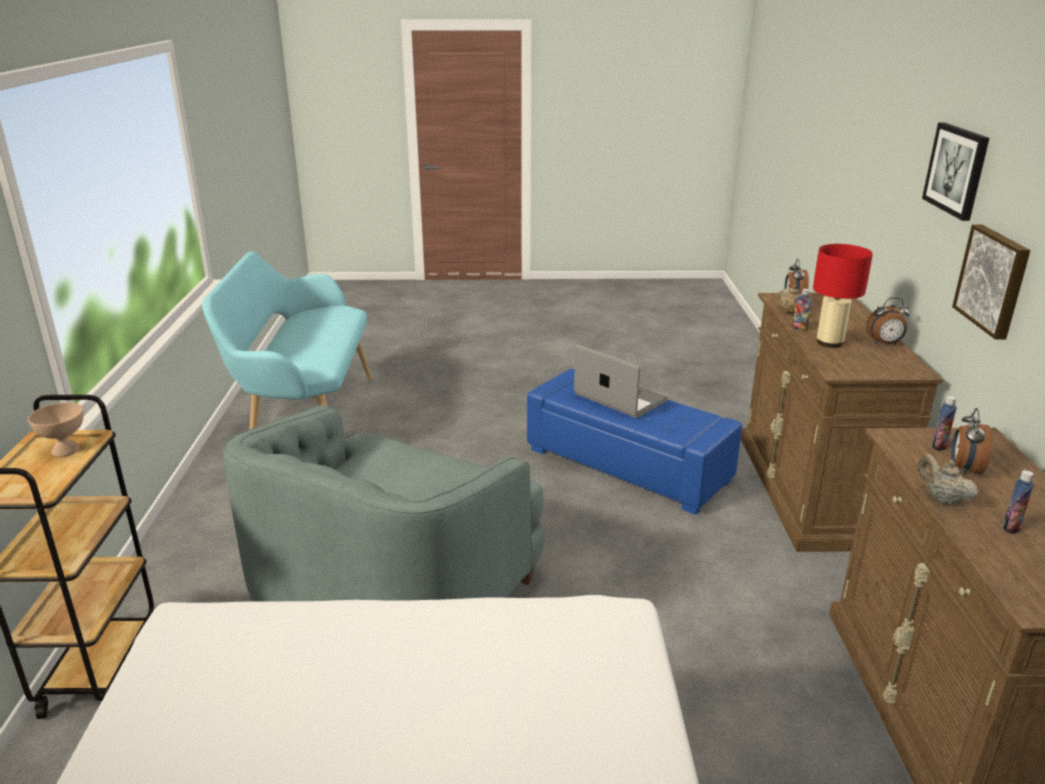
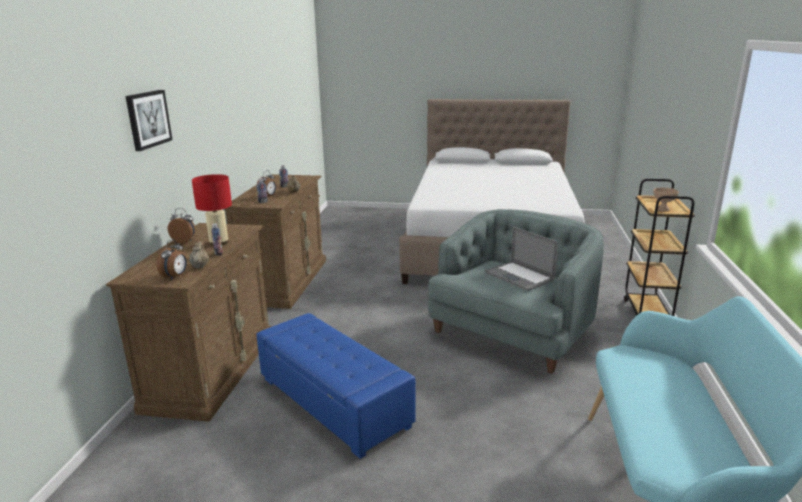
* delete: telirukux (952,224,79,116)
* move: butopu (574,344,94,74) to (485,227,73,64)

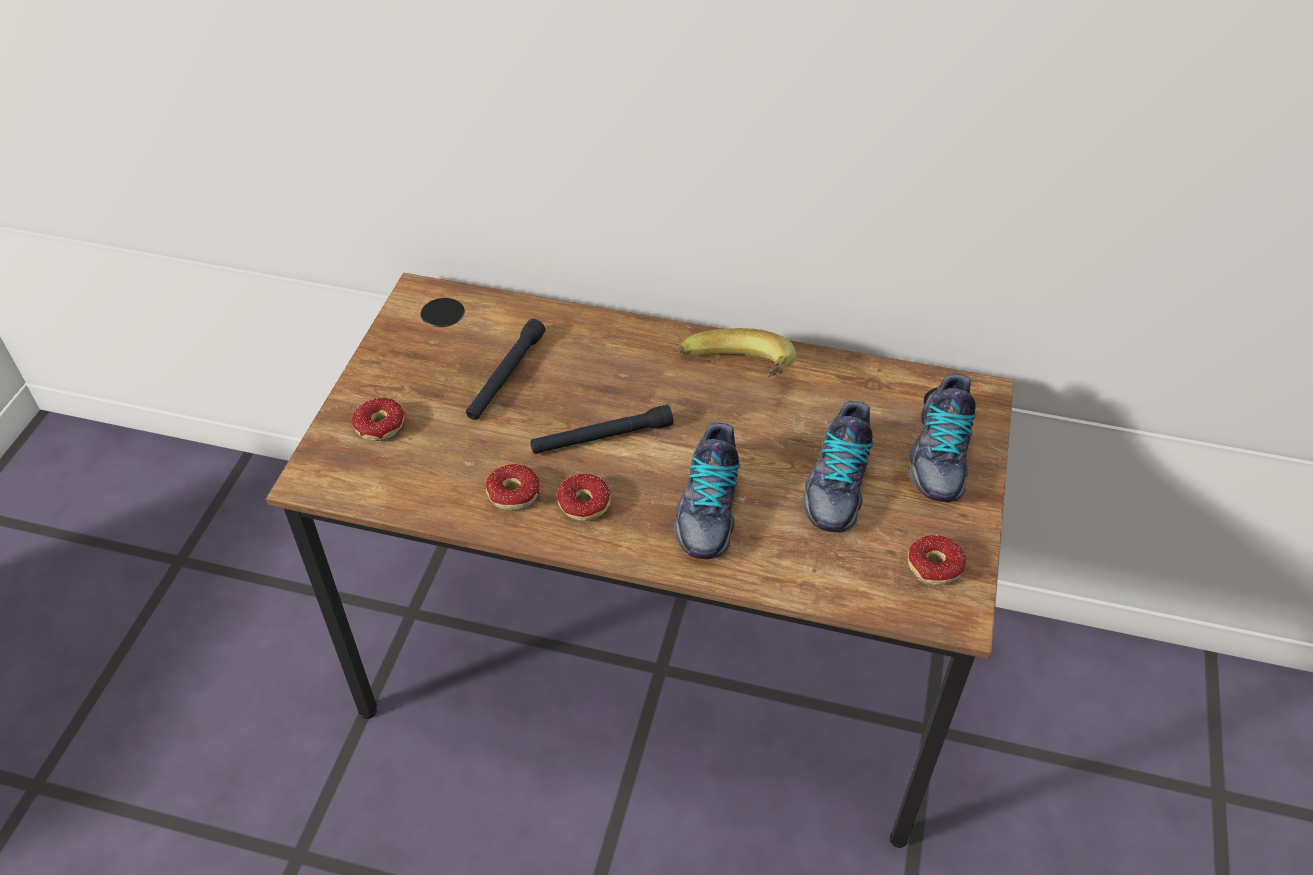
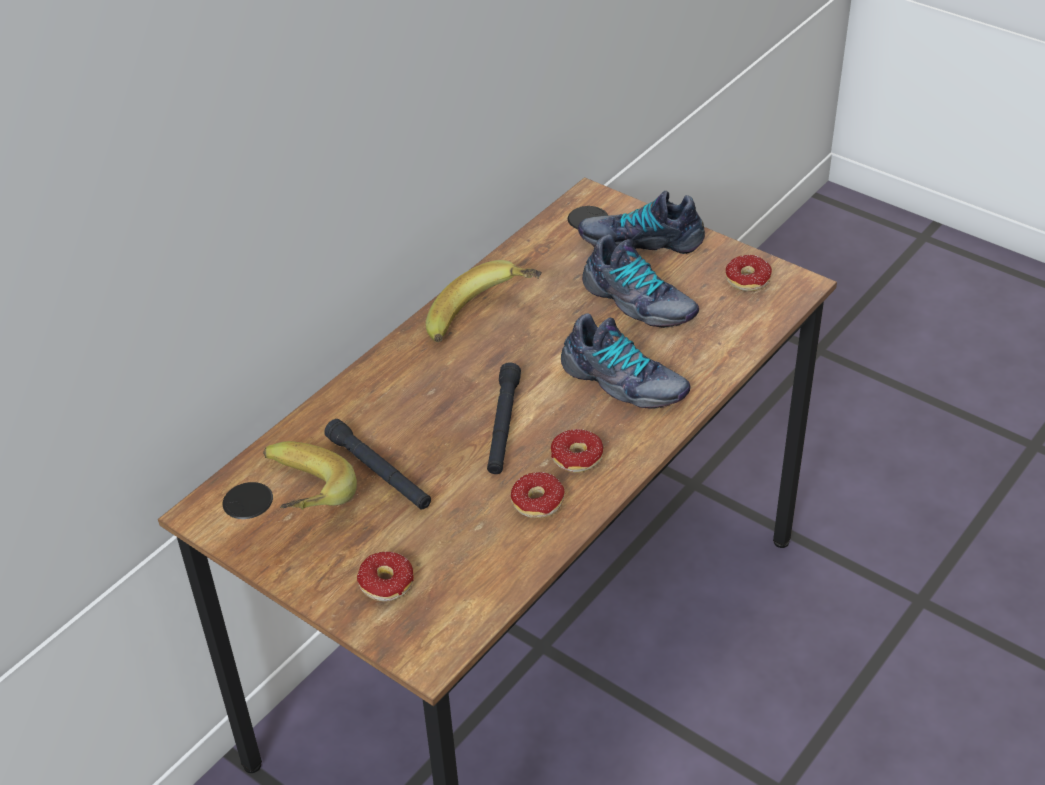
* insert: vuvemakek (263,441,94,69)
* rotate: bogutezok (909,374,67,128) = (578,191,127,63) 150 degrees clockwise

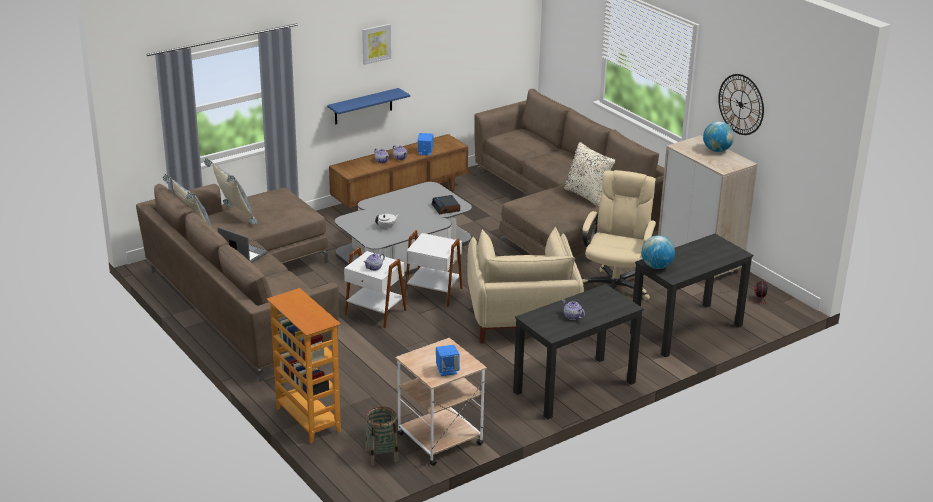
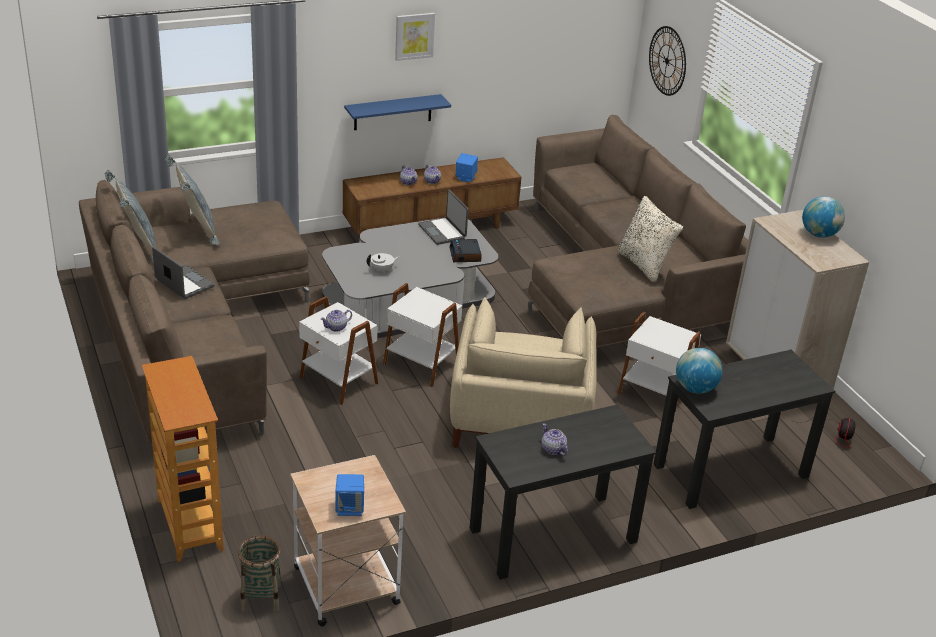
* insert: butopu (418,190,51,55)
* move: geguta (718,74,46,61) to (649,26,37,70)
* replace: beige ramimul (582,170,74,130) to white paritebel (617,312,84,98)

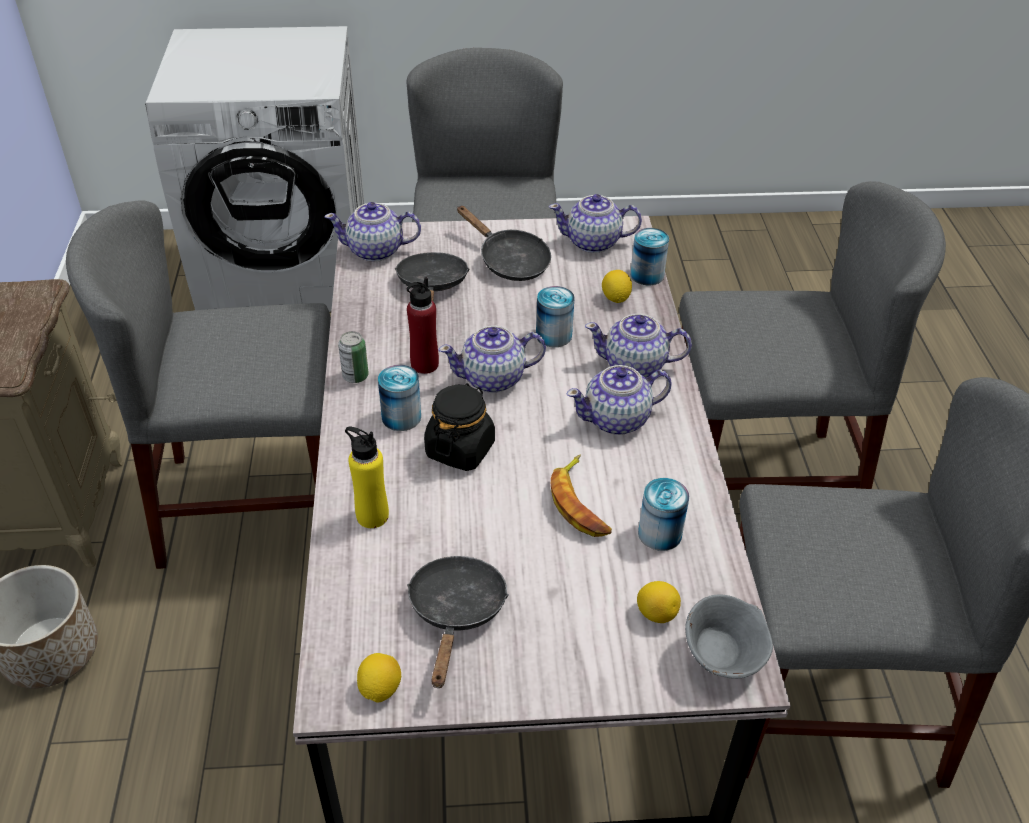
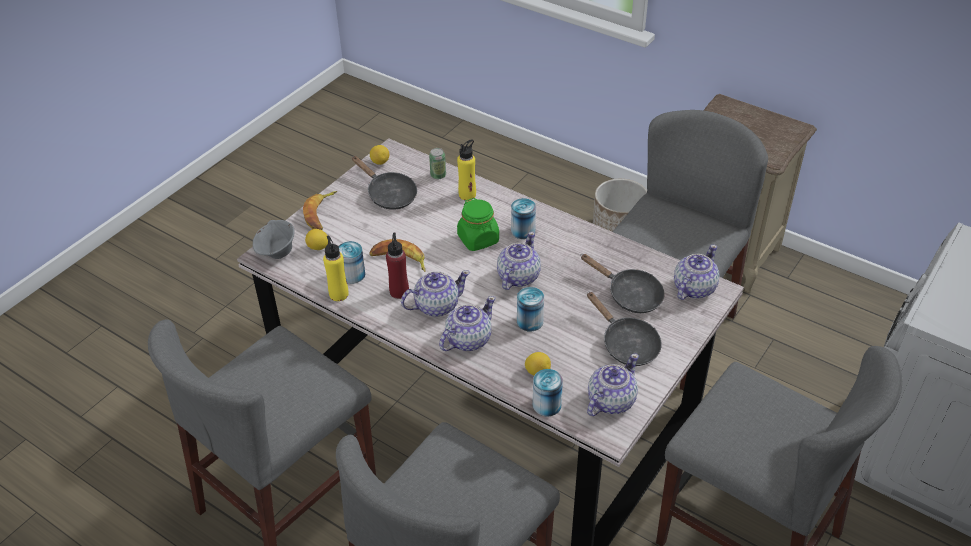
* insert: vuvemakek (303,191,34,39)
* insert: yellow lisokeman (323,236,26,65)
* move: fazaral (338,331,31,52) to (429,148,17,31)
* move: red lisokeman (407,277,32,97) to (386,233,23,66)
* recolor: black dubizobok (424,383,71,88) to green dubizobok (457,198,42,53)
* rotate: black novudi (457,206,94,75) = (587,292,75,74) 120 degrees counterclockwise
* rotate: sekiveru (567,365,105,70) = (401,270,69,47) 45 degrees clockwise

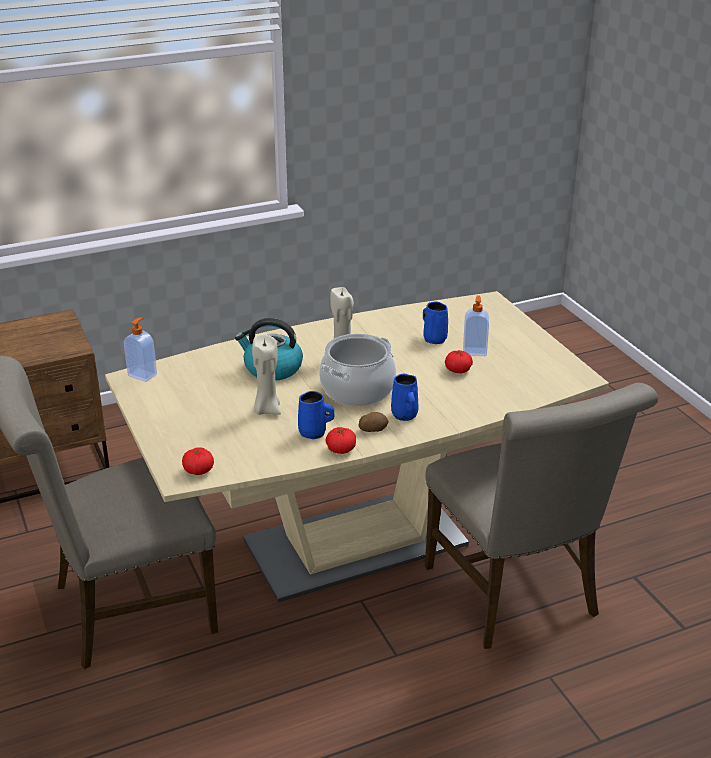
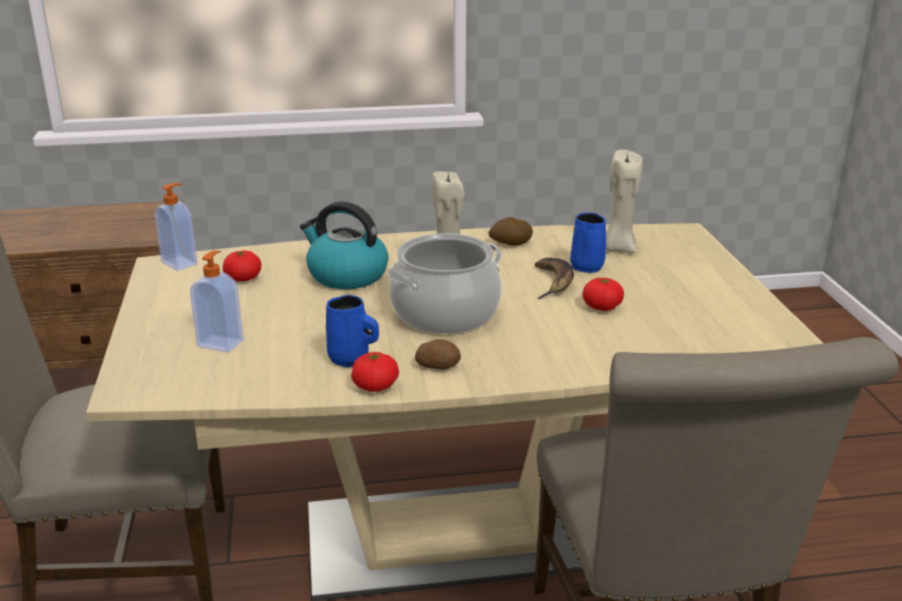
* delete: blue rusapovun (391,374,27,47)
* insert: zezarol (489,217,44,28)
* insert: vuvemakek (535,258,39,41)
* move: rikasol (182,447,32,28) to (223,250,38,32)
* move: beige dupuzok (252,334,29,81) to (606,150,37,103)
* move: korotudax (463,295,26,61) to (190,250,54,102)

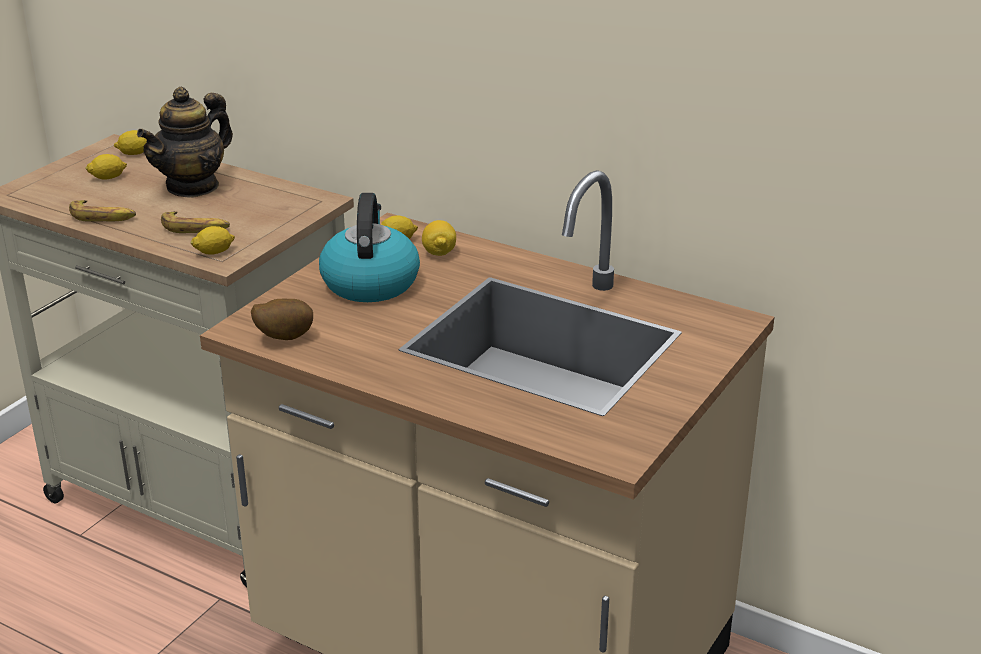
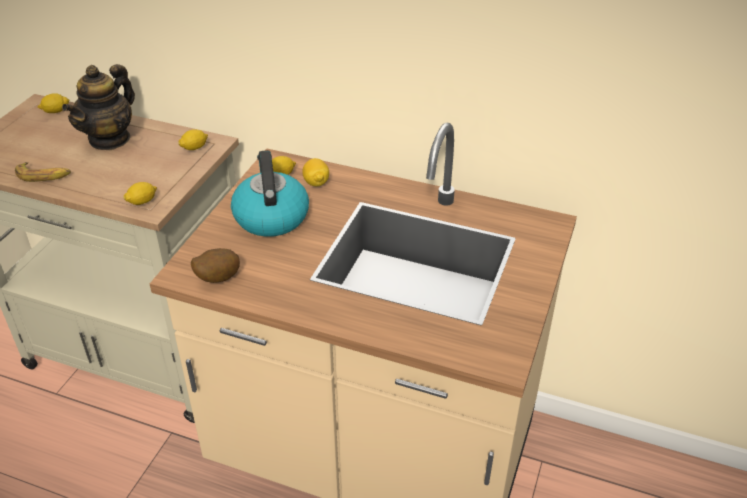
* delete: vuvemakek (161,211,69,22)
* move: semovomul (86,154,41,25) to (178,129,30,21)

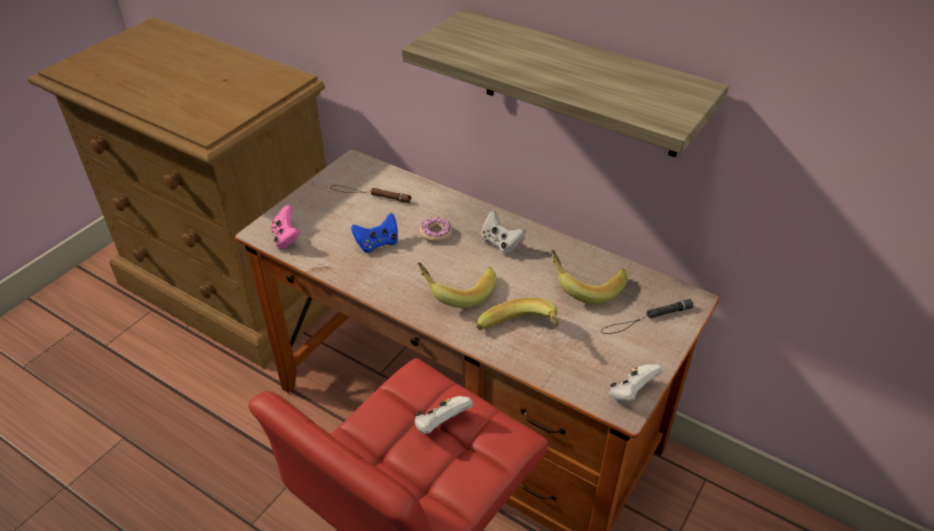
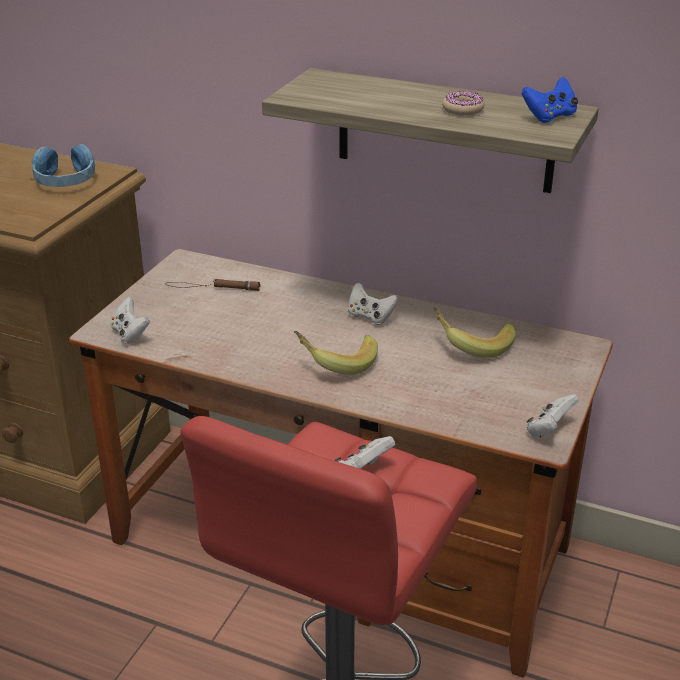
* delete: vuvemakek (477,298,82,32)
* delete: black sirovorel (601,299,93,35)
* insert: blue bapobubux (32,144,63,43)
* move: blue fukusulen (351,213,47,40) to (522,77,56,46)
* move: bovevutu (420,217,32,26) to (442,91,42,25)
* recolor: pink fukusulen (271,205,29,44) to white fukusulen (110,297,40,47)

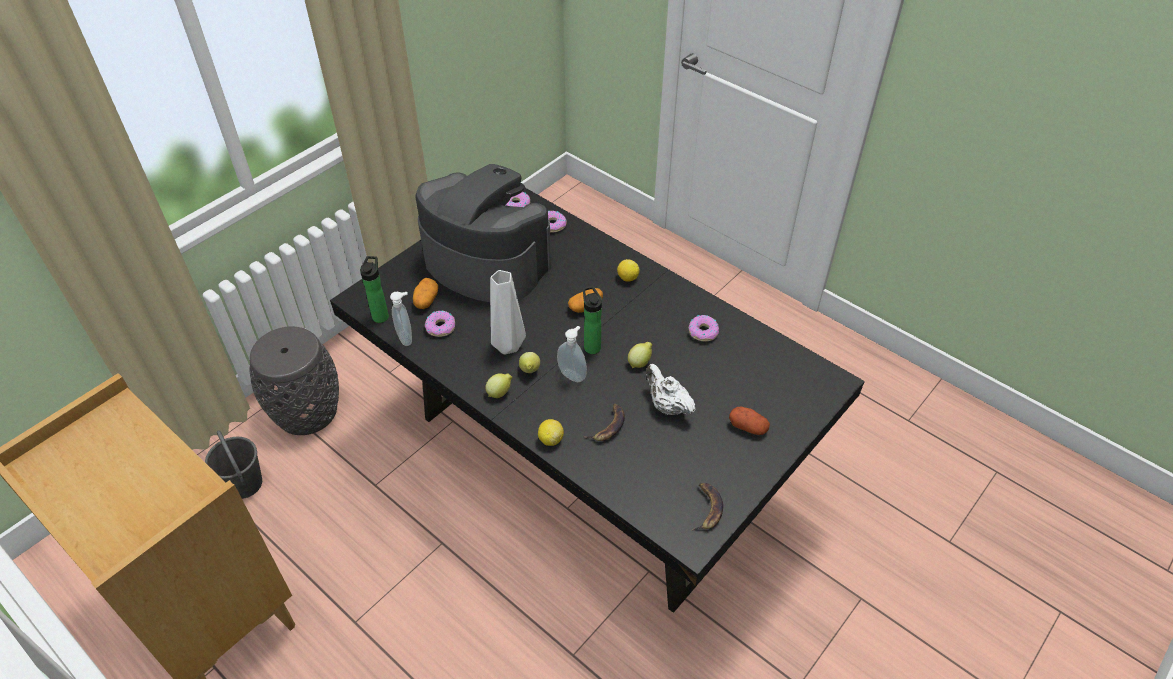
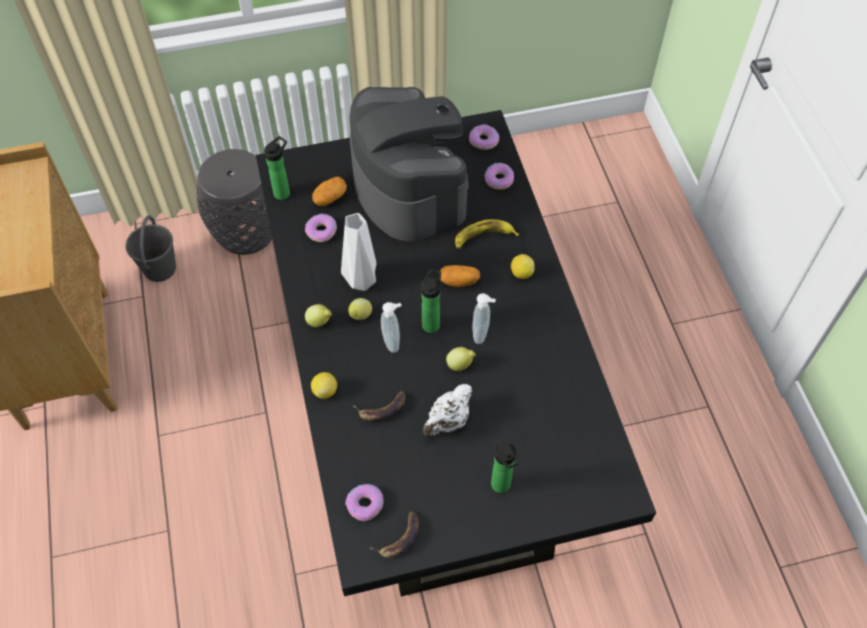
* insert: vuvemakek (455,219,64,30)
* move: korotudax (390,292,22,54) to (472,293,24,51)
* move: bovevutu (689,315,30,26) to (345,484,39,37)
* replace: zezarol (729,407,41,28) to lisokeman (491,439,29,54)
* rotate: white sekiveru (646,364,50,51) = (423,384,49,53) 135 degrees counterclockwise

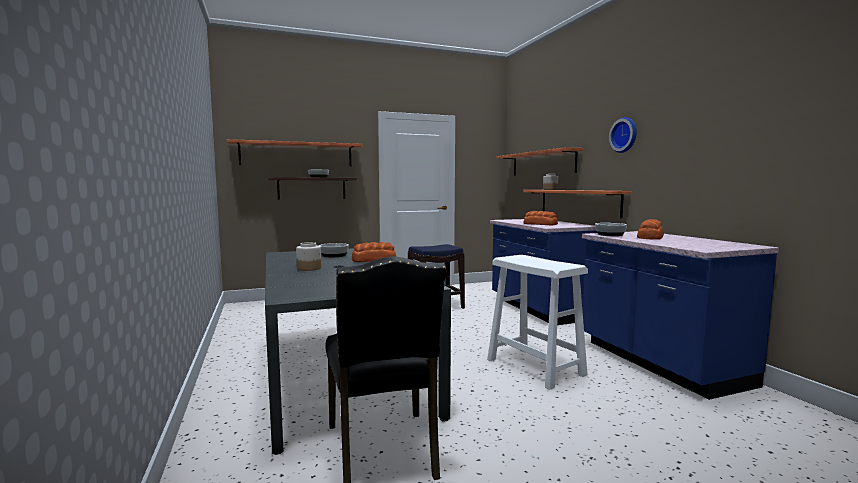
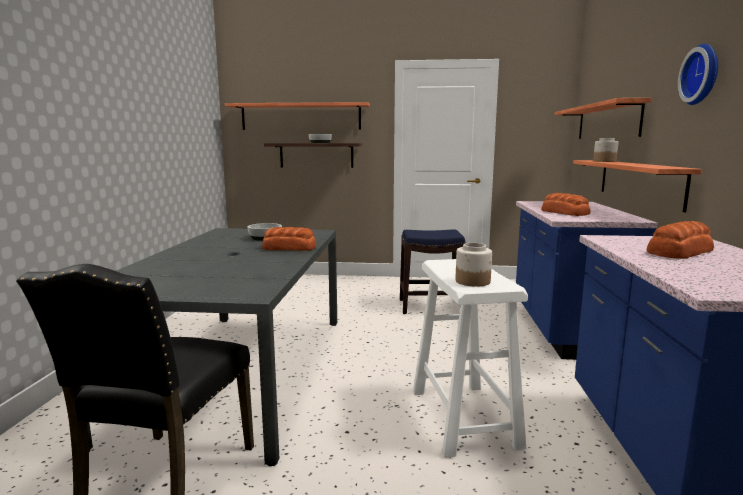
* delete: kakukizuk (595,223,32,13)
* move: dubizobok (296,242,25,29) to (455,243,37,44)

